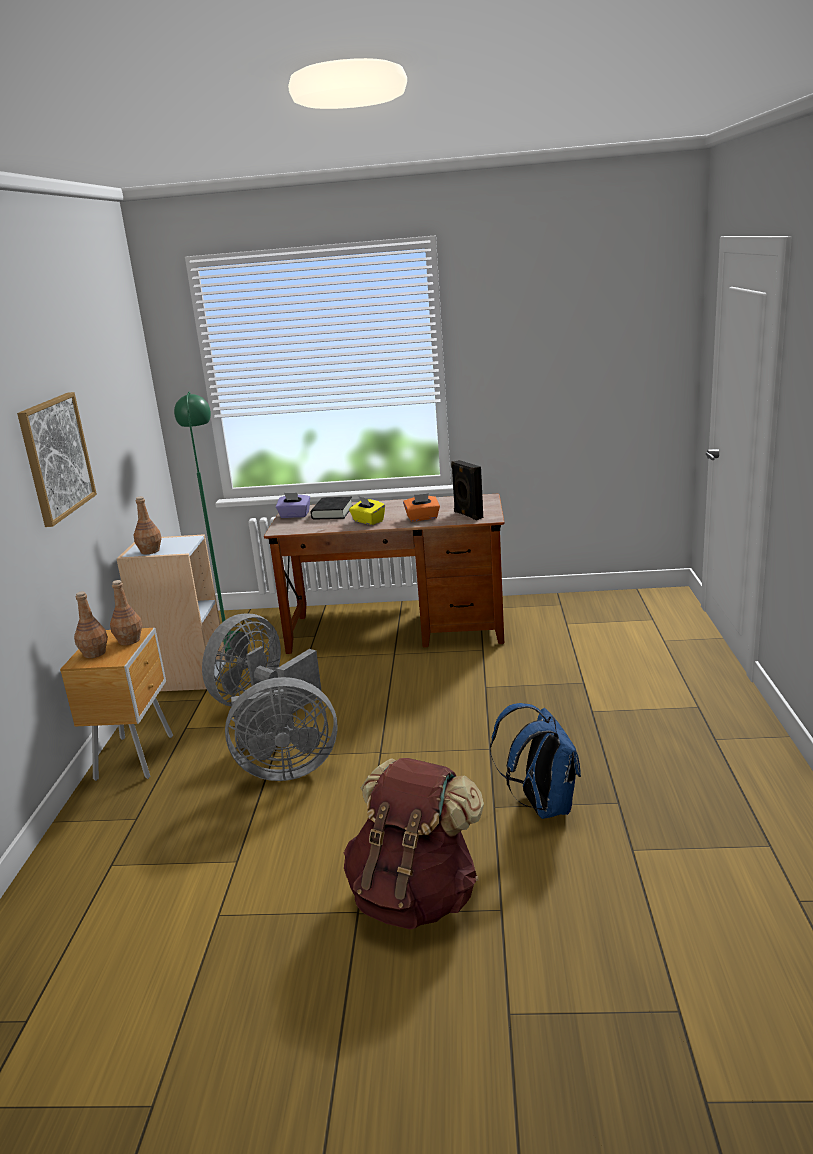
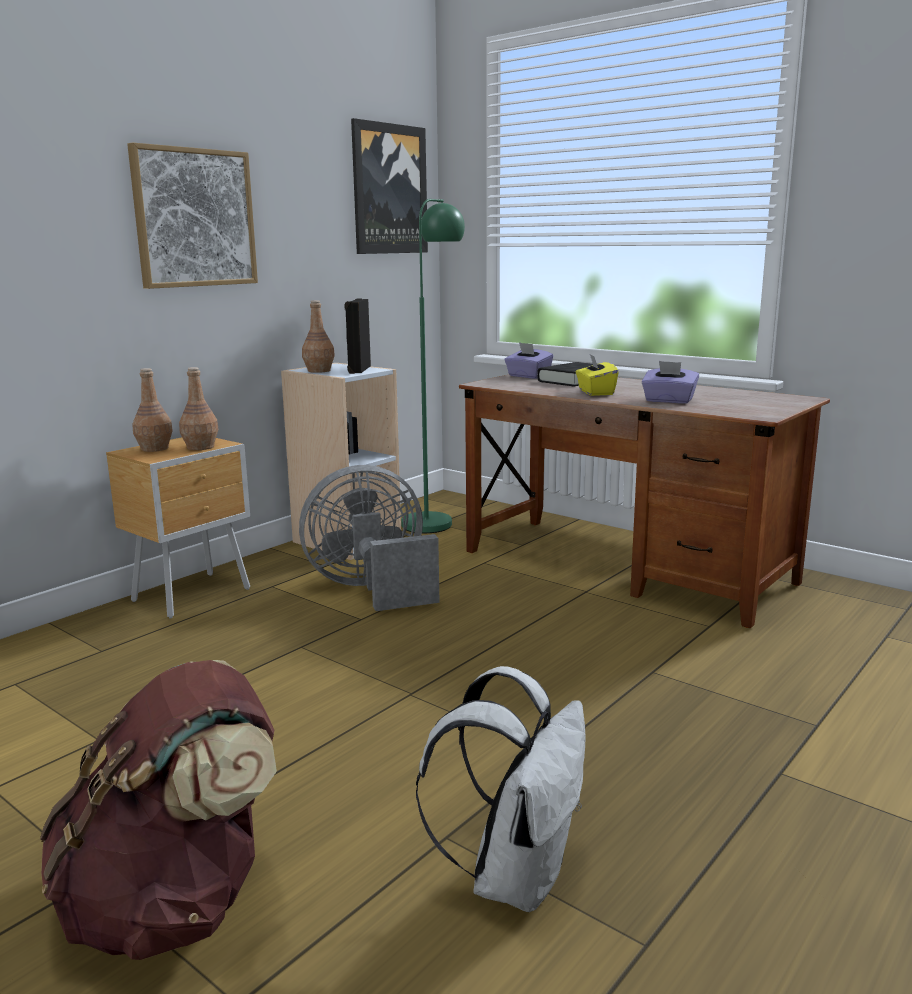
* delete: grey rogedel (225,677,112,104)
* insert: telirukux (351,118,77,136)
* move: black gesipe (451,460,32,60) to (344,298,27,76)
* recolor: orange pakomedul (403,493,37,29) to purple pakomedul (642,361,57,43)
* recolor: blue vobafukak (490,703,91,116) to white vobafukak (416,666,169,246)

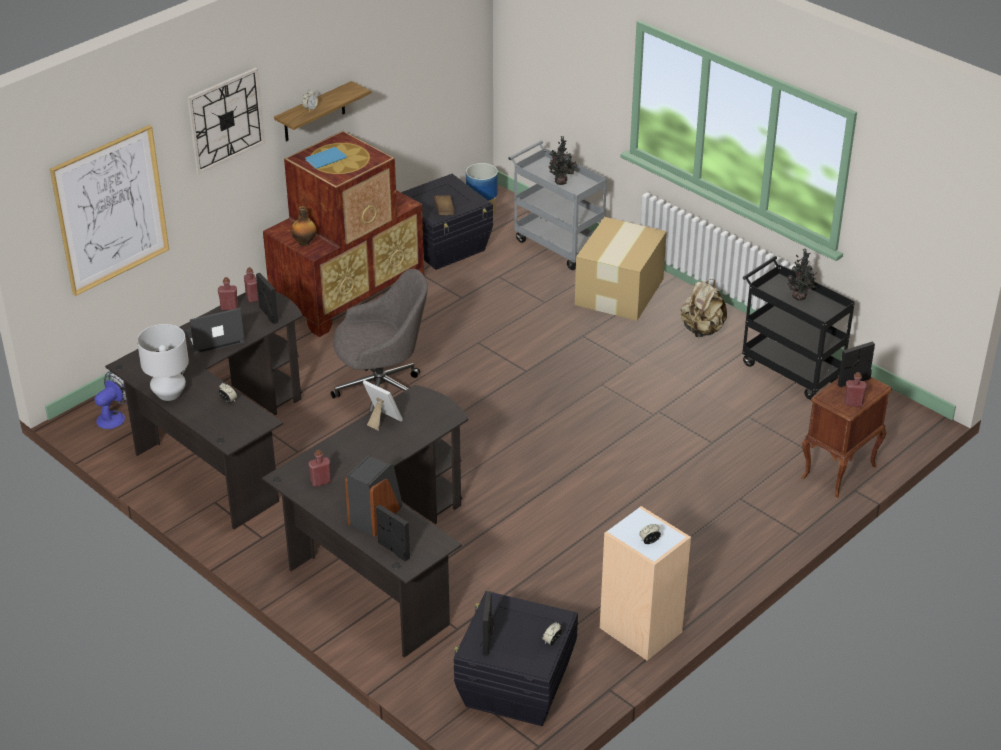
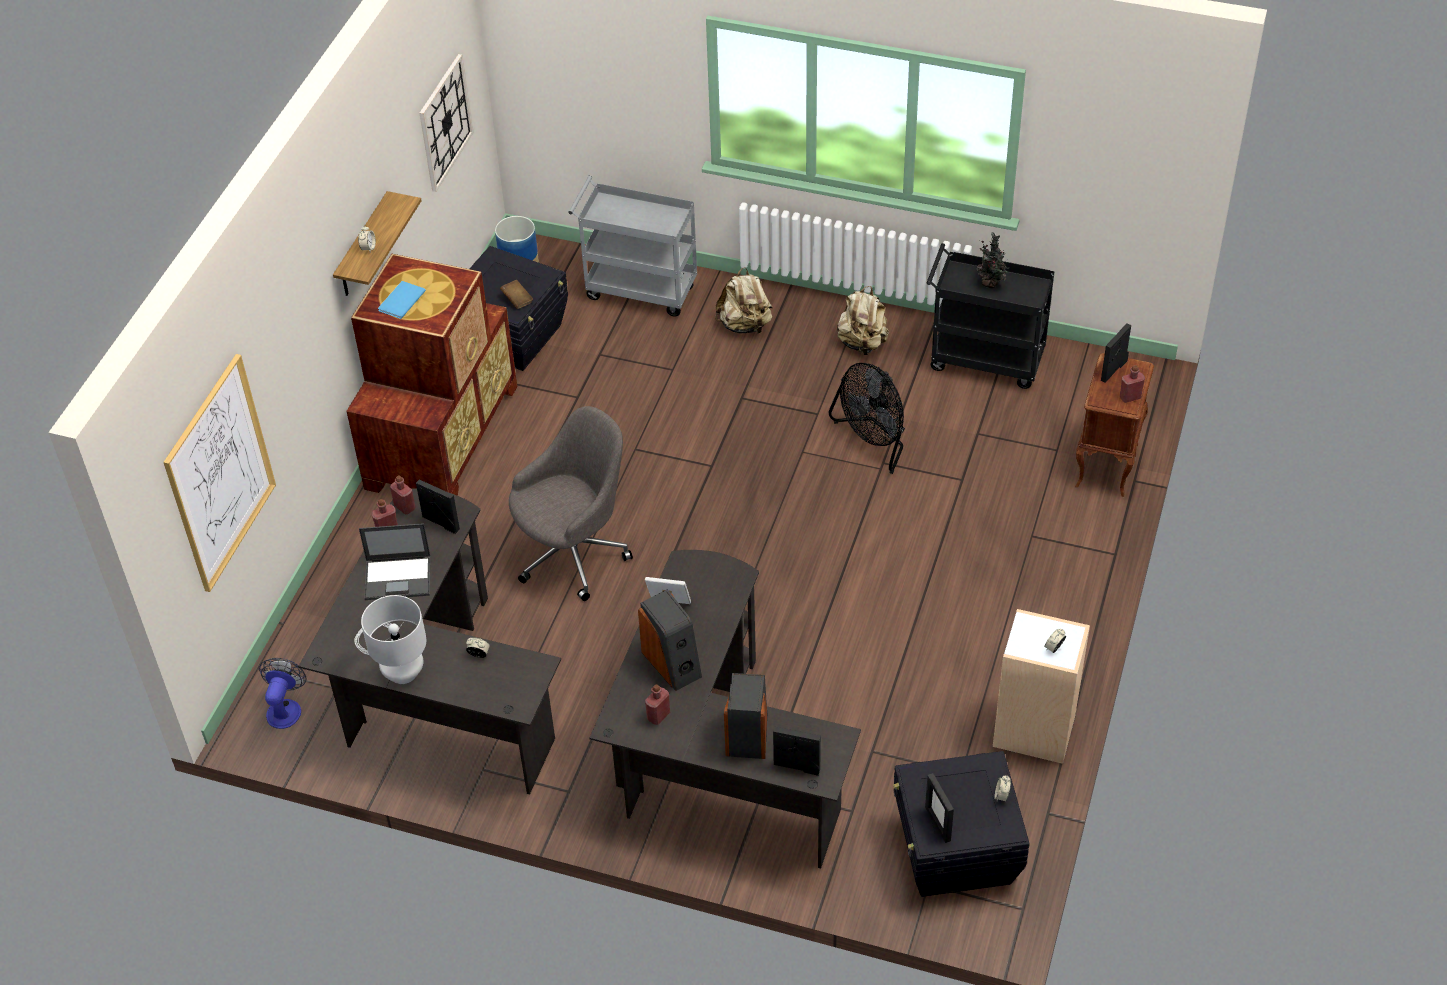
* delete: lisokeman (291,206,26,40)
* delete: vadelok (548,136,28,49)
* insert: gesipe (638,589,64,102)
* insert: black rogedel (829,363,76,111)
* move: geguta (187,68,78,106) to (420,54,53,138)
* replace: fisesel (575,217,92,104) to beige vobafukak (715,267,58,67)
* rotate: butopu (184,308,61,46) = (359,523,72,77) 135 degrees counterclockwise

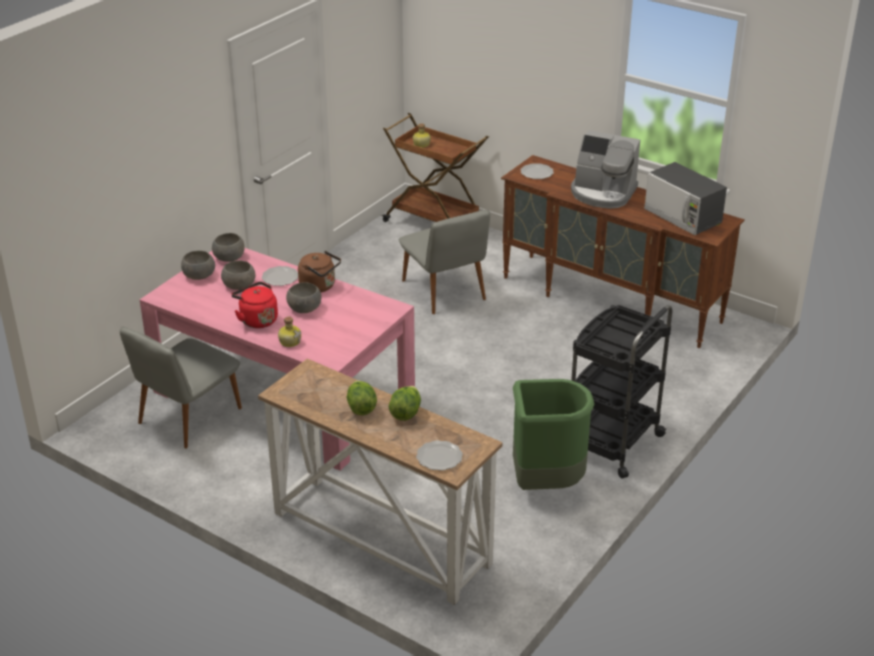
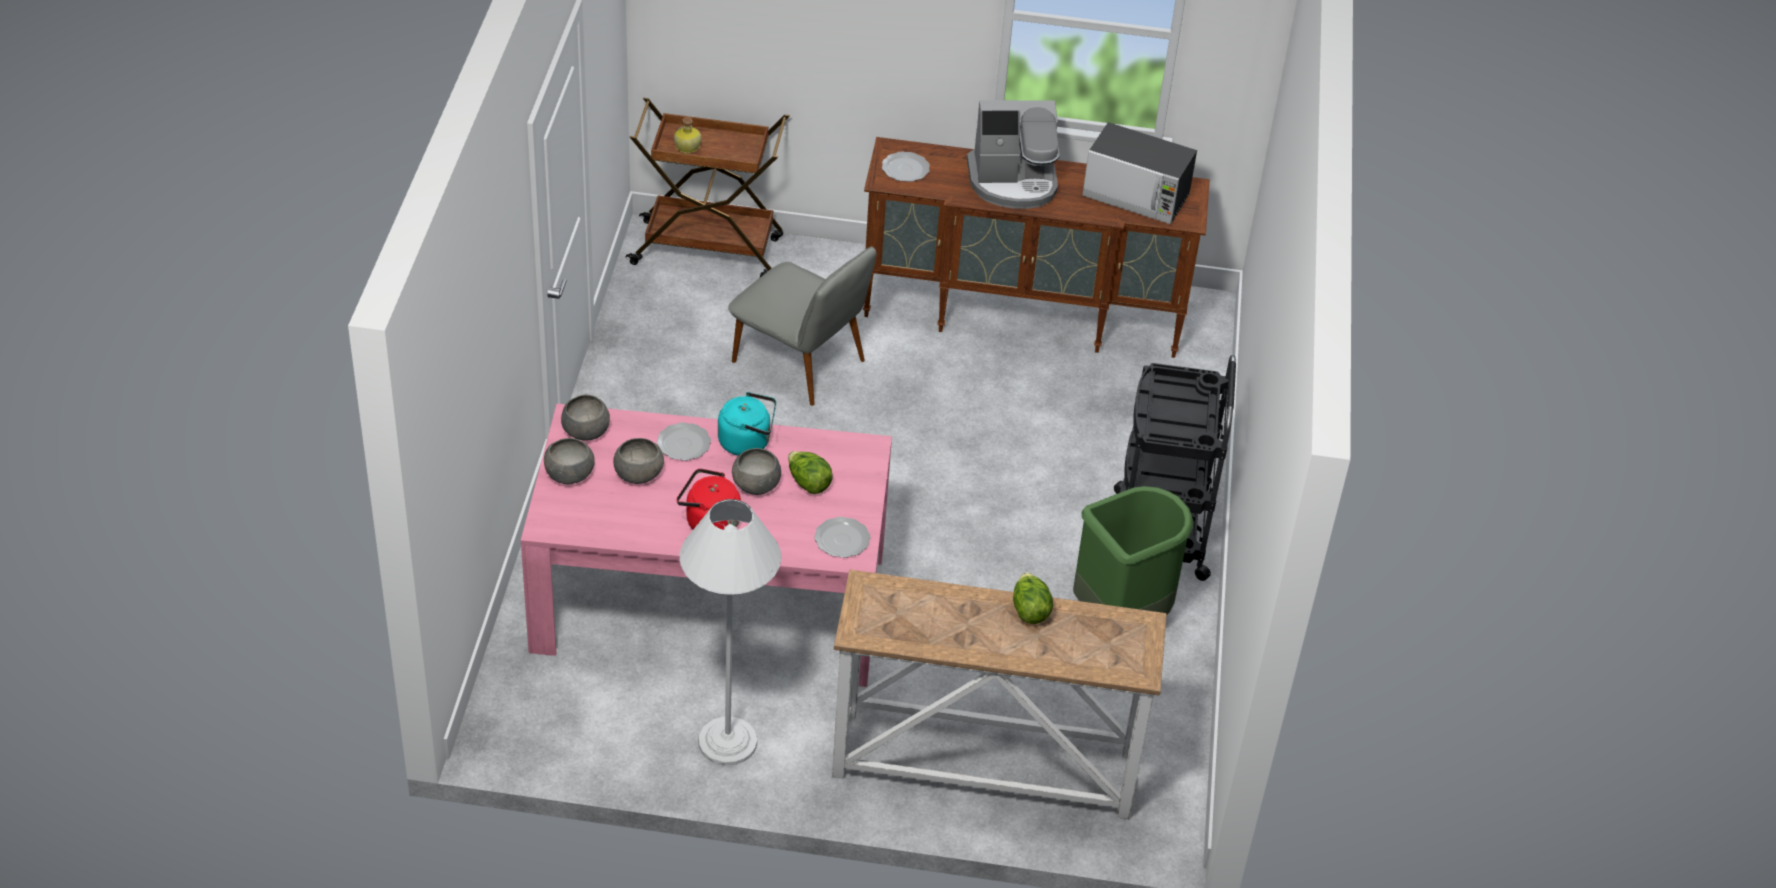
* delete: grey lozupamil (120,326,122,123)
* delete: lisokeman (278,317,23,30)
* insert: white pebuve (679,499,102,267)
* move: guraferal (346,380,31,35) to (788,451,45,43)
* move: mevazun (416,440,47,31) to (814,517,57,41)
* recolor: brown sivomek (298,251,43,41) to turquoise sivomek (718,392,58,64)

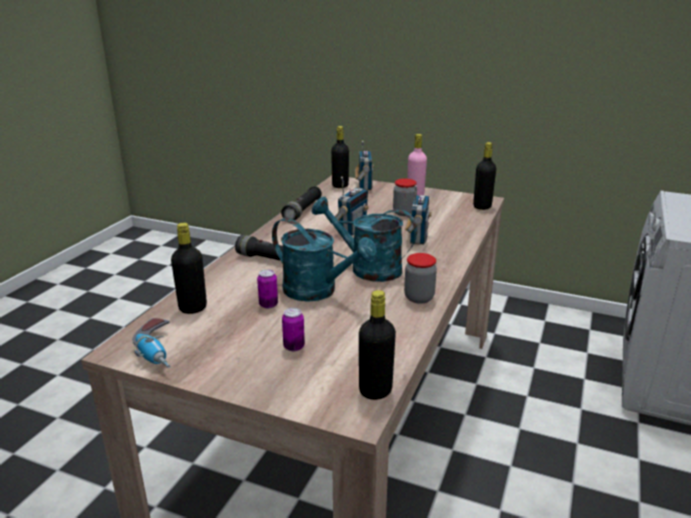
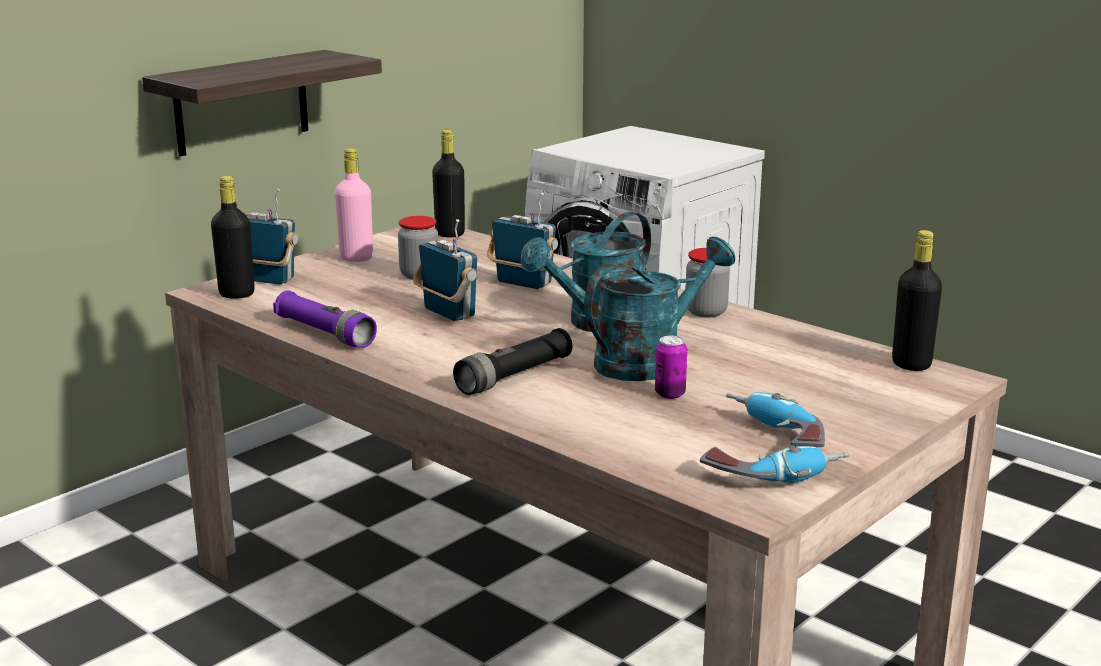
* delete: black lisokeman (171,223,36,91)
* delete: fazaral (282,308,23,43)
* insert: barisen (142,50,240,106)
* insert: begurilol (726,392,99,56)
* recolor: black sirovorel (281,186,41,34) to purple sirovorel (273,291,104,57)

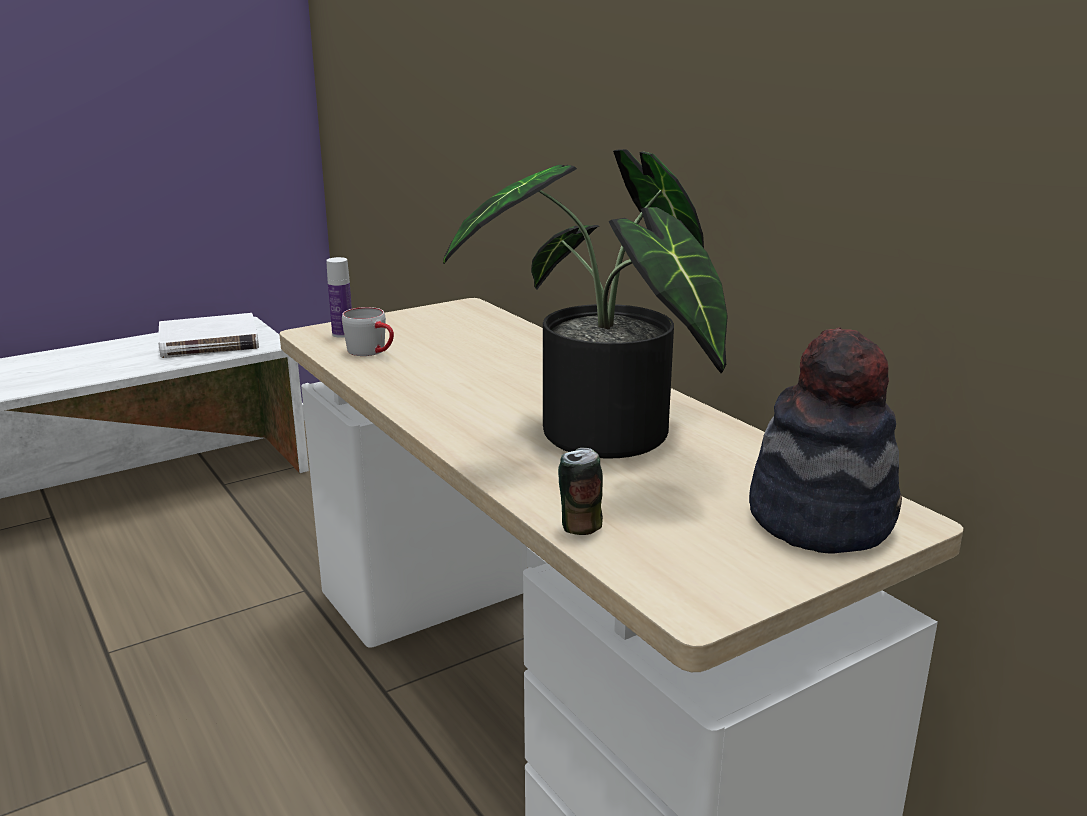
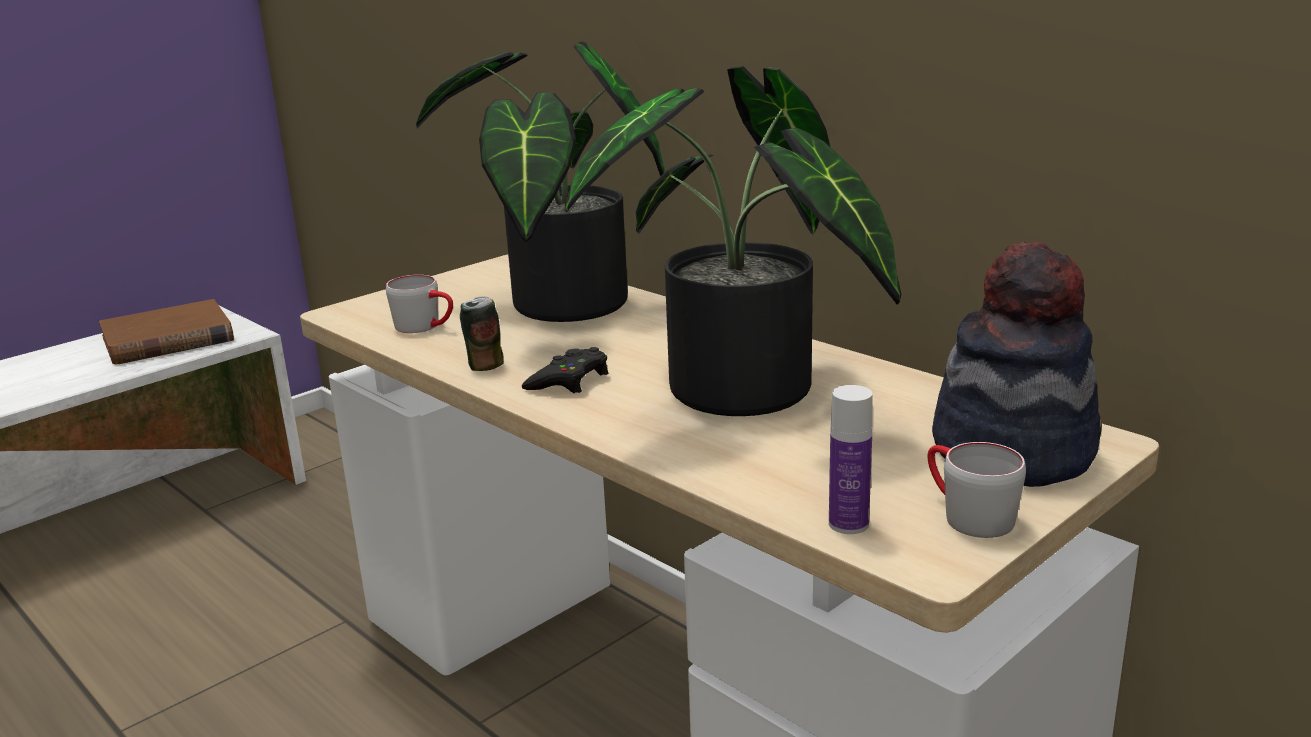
* insert: vadelok (416,42,249,280)
* insert: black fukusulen (522,347,86,46)
* insert: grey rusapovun (927,442,99,96)
* move: lisokeman (326,257,26,81) to (829,385,44,149)
* move: fazaral (558,448,45,87) to (460,297,44,74)
* recolor: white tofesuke (158,313,101,45) to brown tofesuke (99,299,135,65)

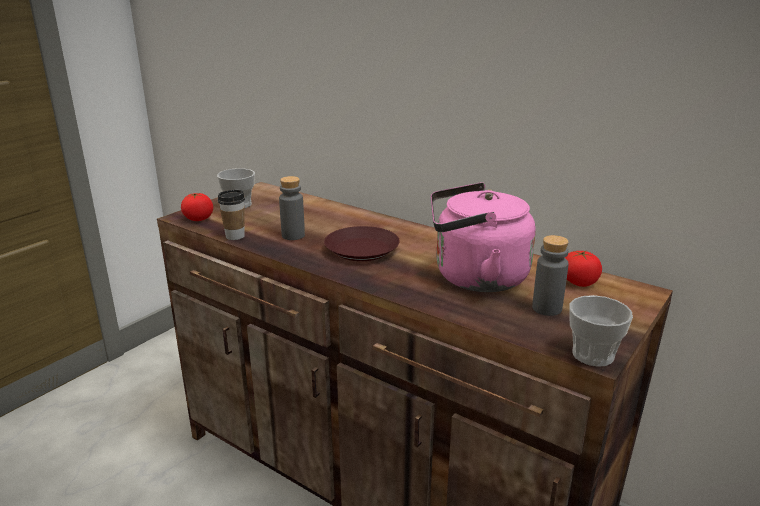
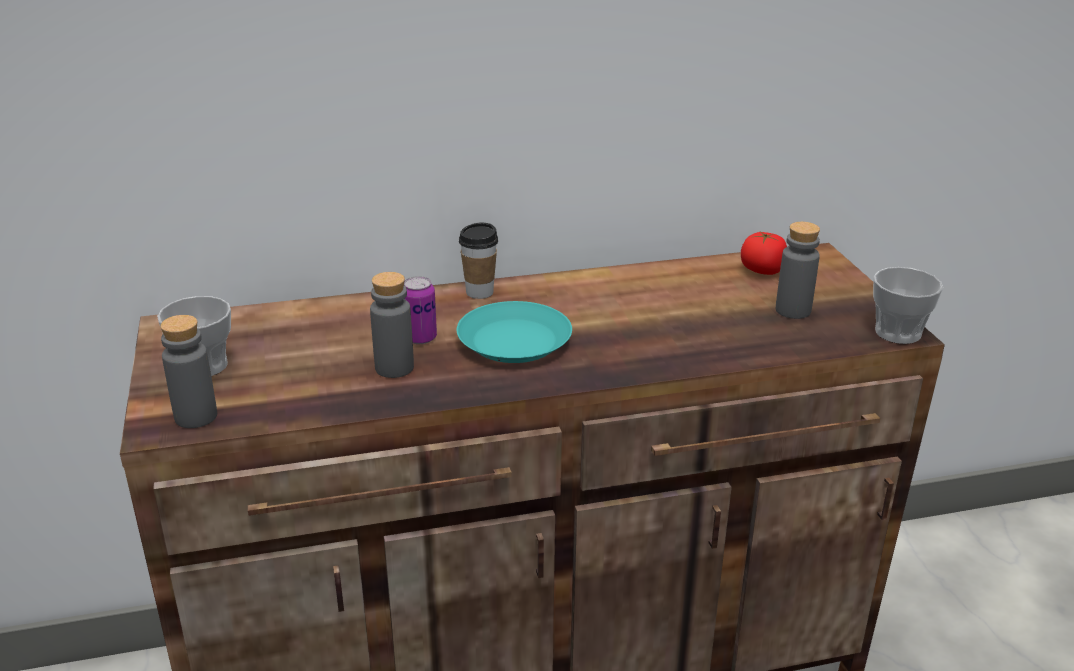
* delete: pink sivomek (431,183,105,109)
* insert: fazaral (404,276,33,68)
* move: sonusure (218,190,27,50) to (459,223,39,76)
* replace: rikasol (181,193,32,28) to grey lisokeman (160,315,57,113)
* recolor: brown mevazun (324,226,76,35) to turquoise mevazun (457,301,115,62)

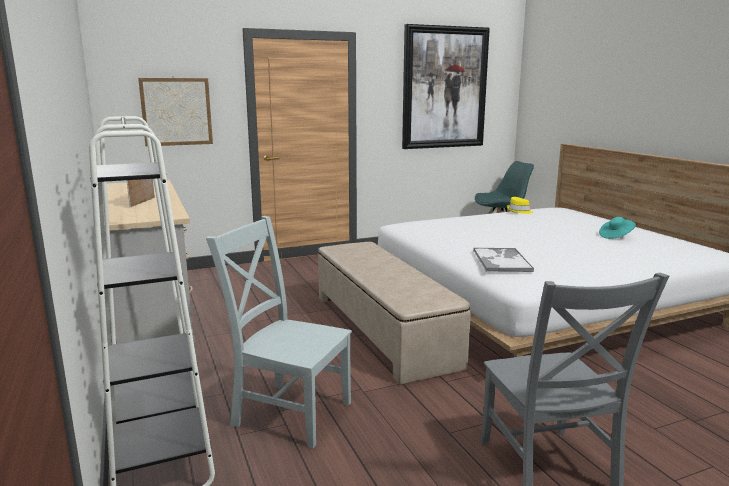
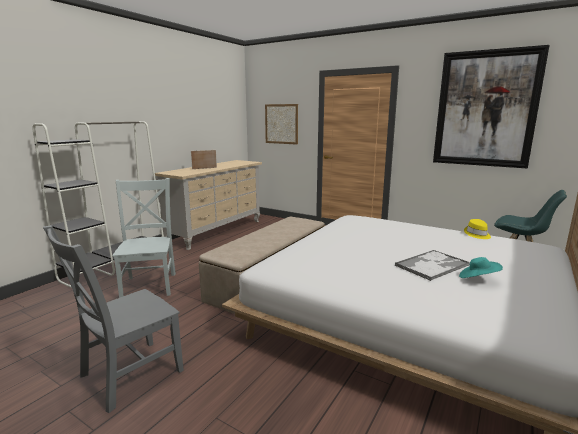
* move: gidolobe (473,247,61,25) to (395,250,75,31)

